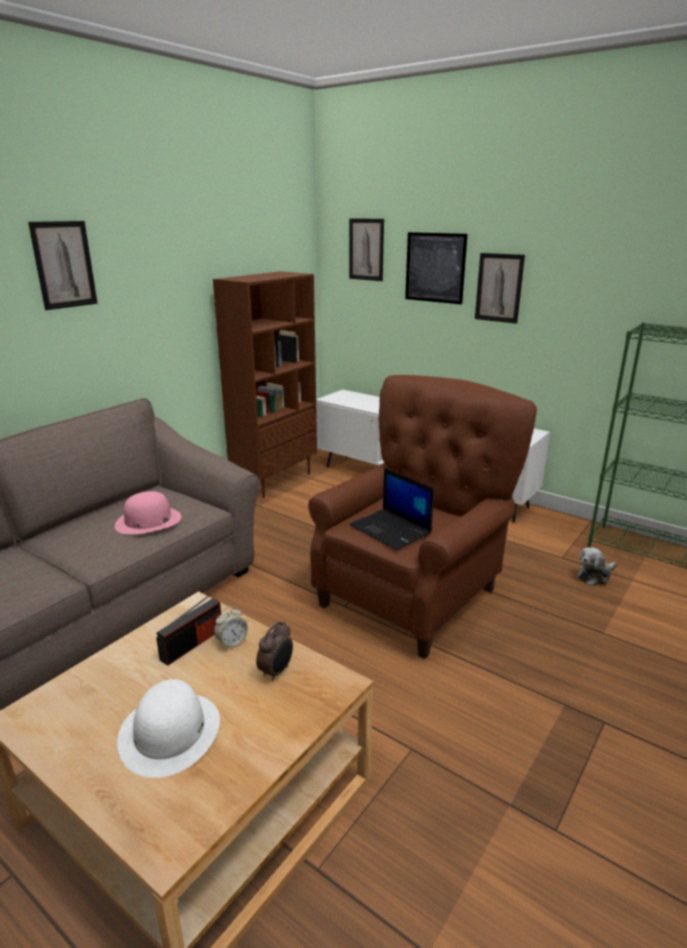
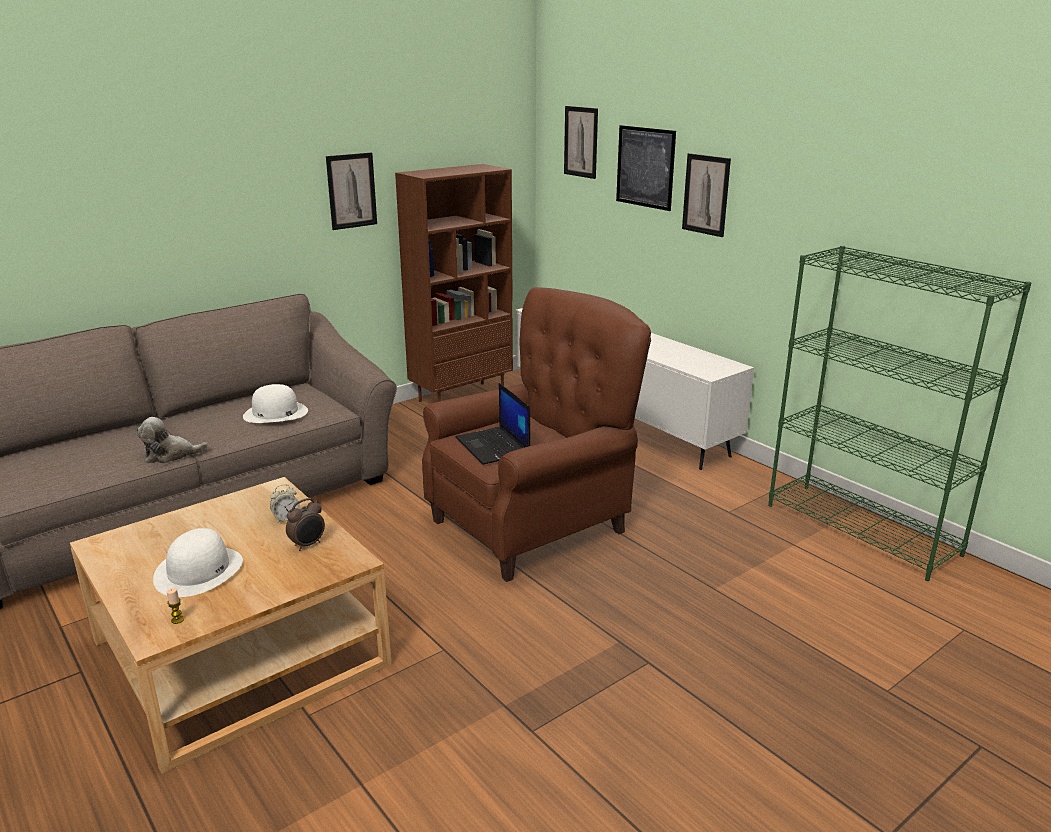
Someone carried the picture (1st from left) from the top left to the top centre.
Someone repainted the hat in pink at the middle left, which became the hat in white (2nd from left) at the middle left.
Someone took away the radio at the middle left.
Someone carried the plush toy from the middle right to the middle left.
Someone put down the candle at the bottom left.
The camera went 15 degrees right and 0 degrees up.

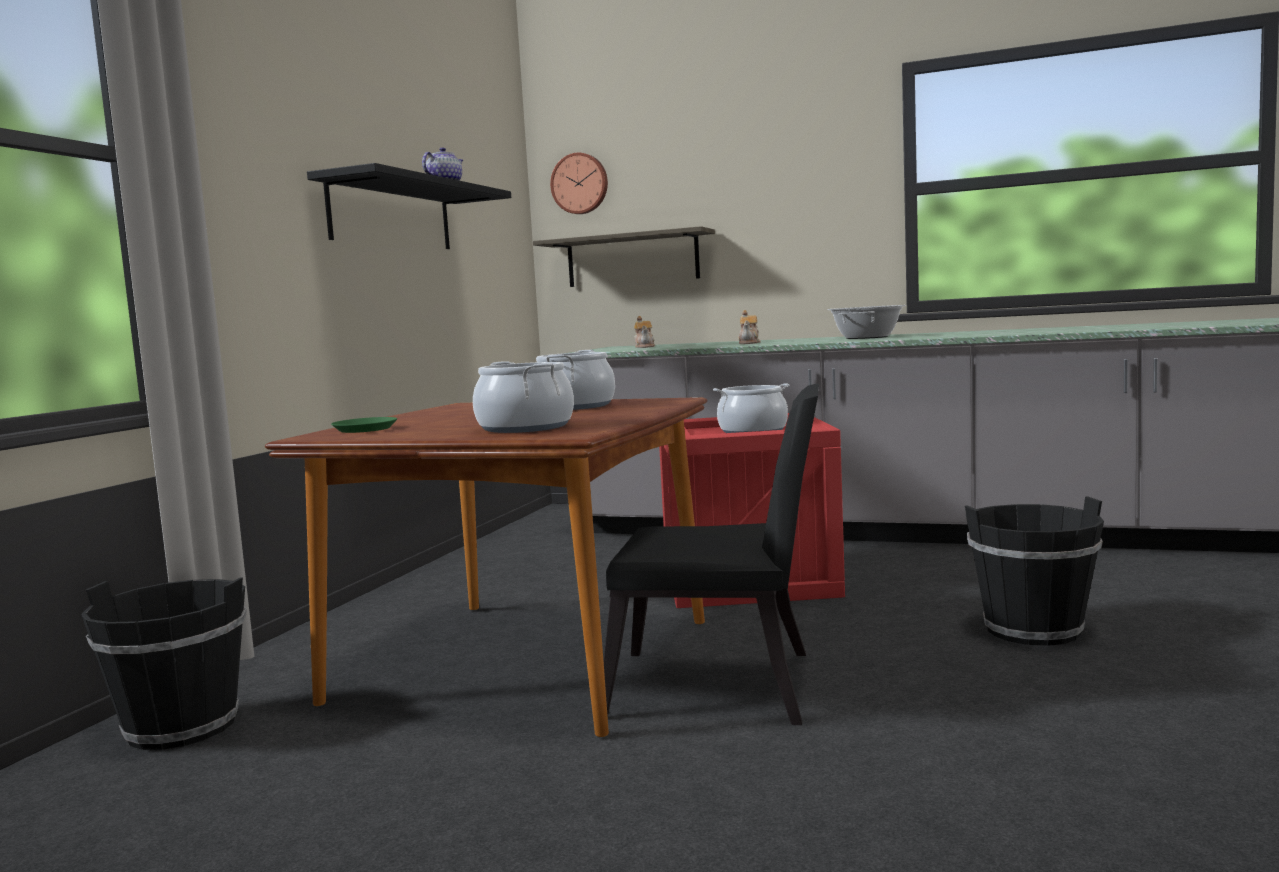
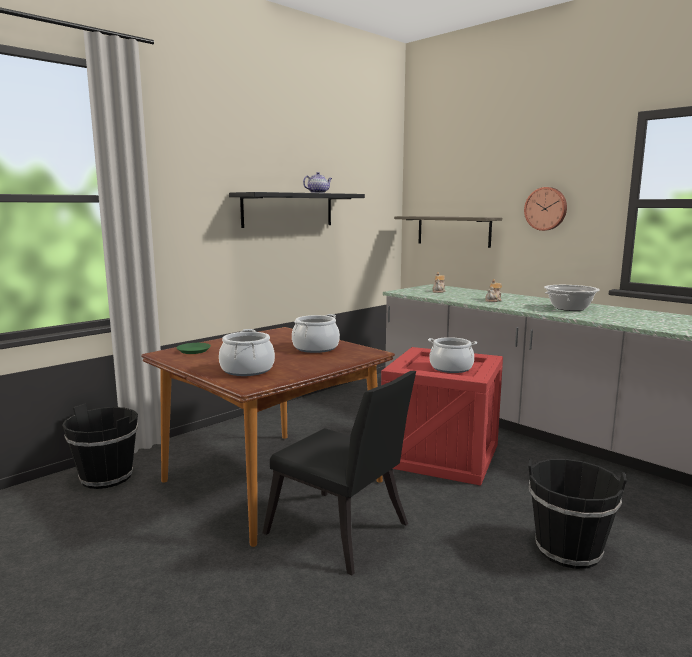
Someone carried the wall clock from the top centre to the top right.
The camera went 25 degrees right and 5 degrees up.

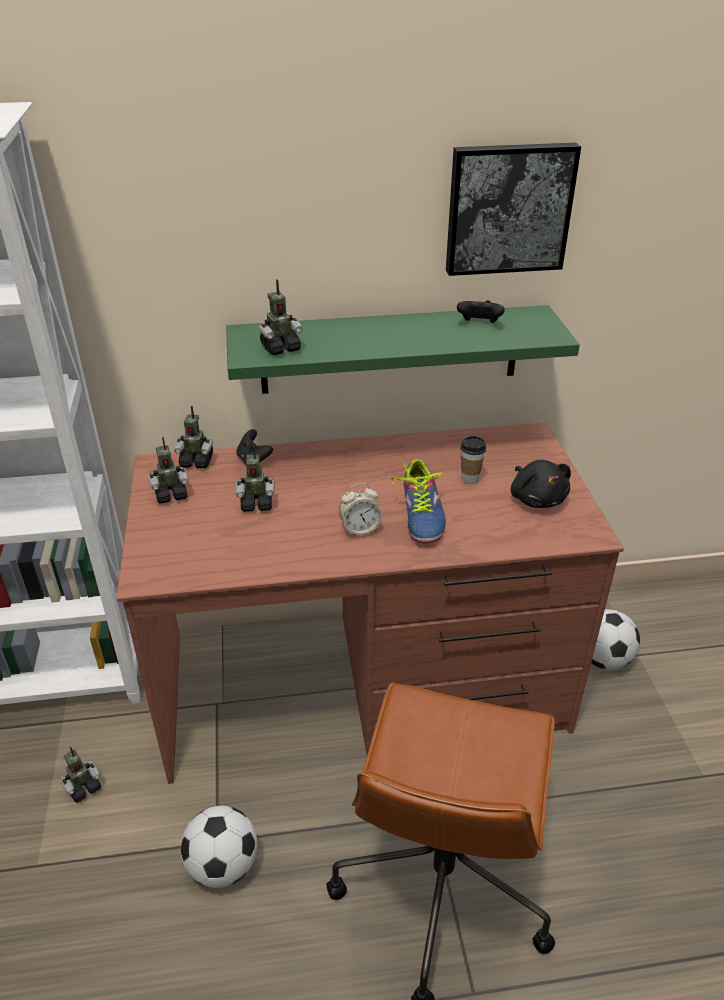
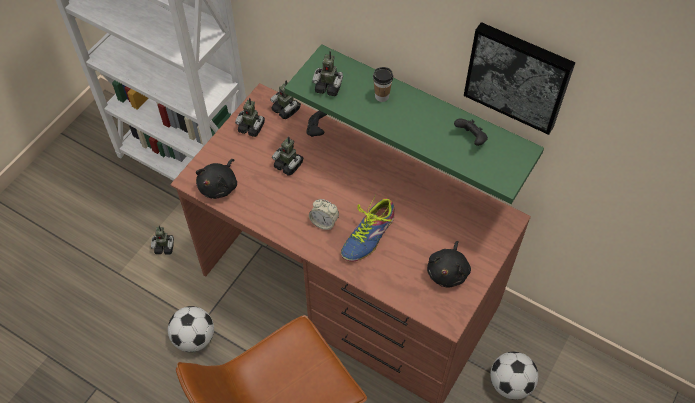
Someone carried the cup from the centre to the top centre.
Someone put down the plush toy in black (1st from left) at the middle left.
The camera went 40 degrees right and 20 degrees up.

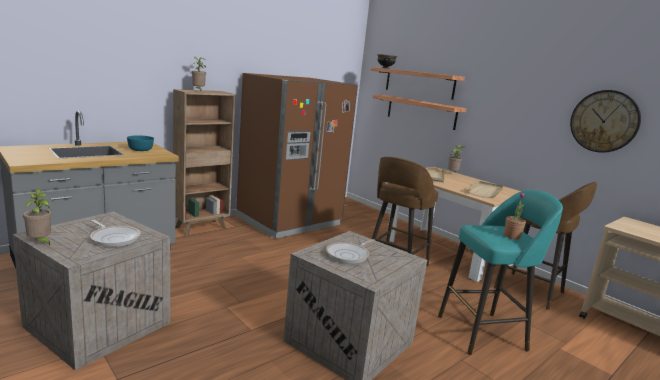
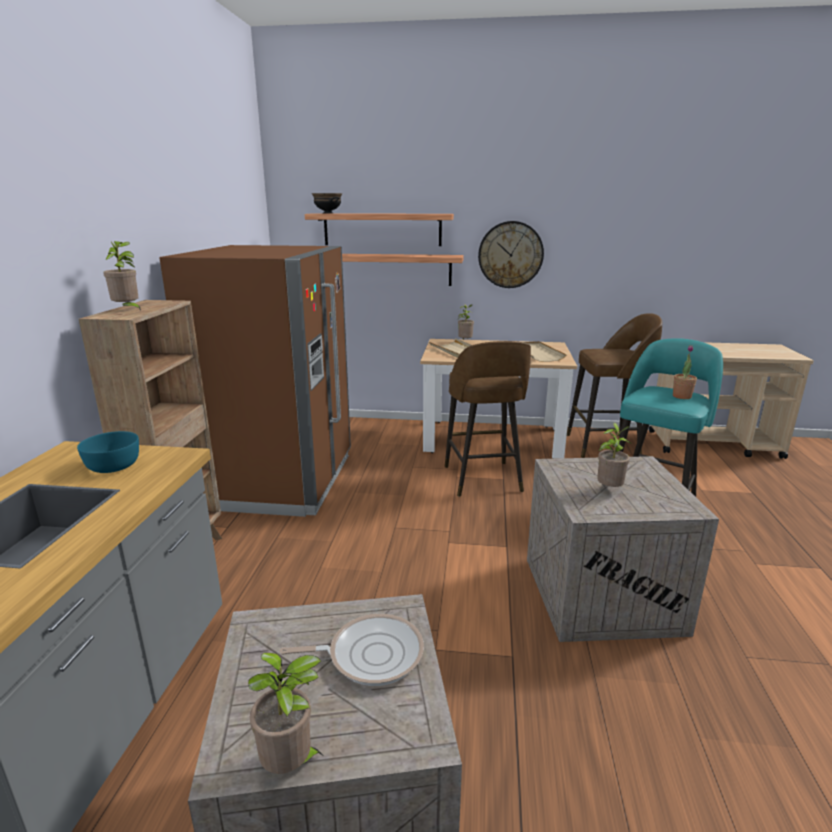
Someone swapped the frying pan (2nd from left) at the centre for the potted plant (4th from left) at the middle right.
Someone carried the wall clock from the top right to the top centre.
The camera went 40 degrees left and 5 degrees up.

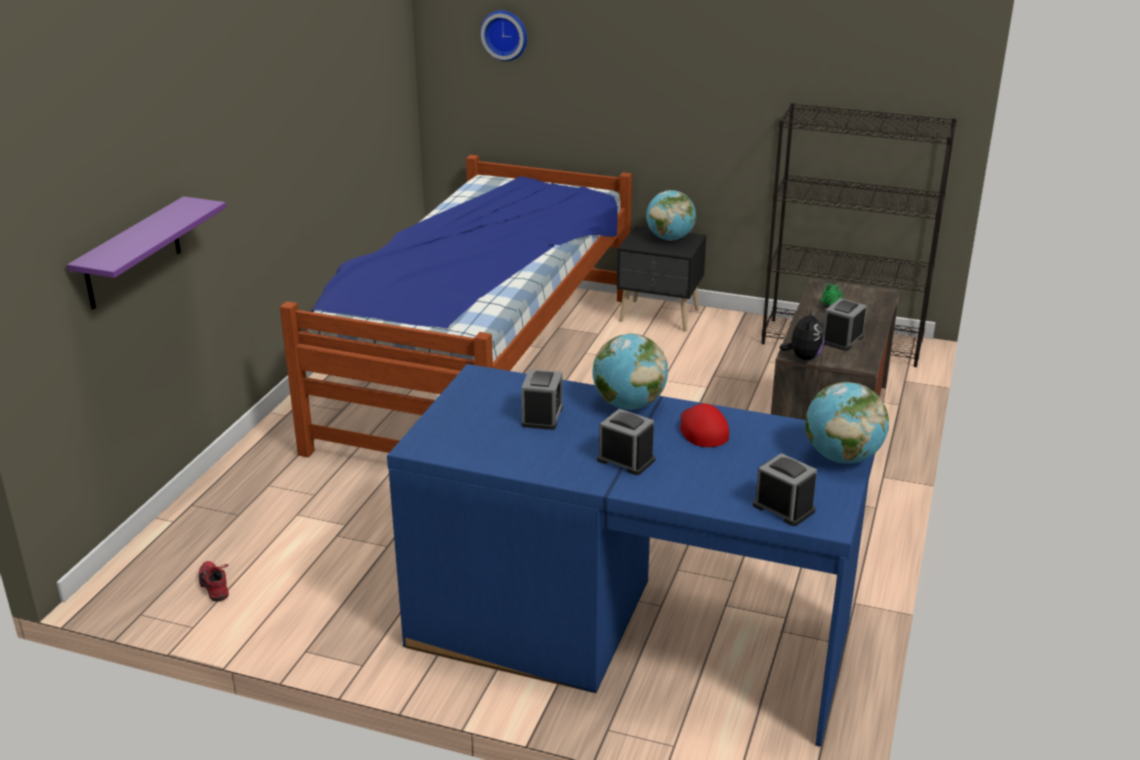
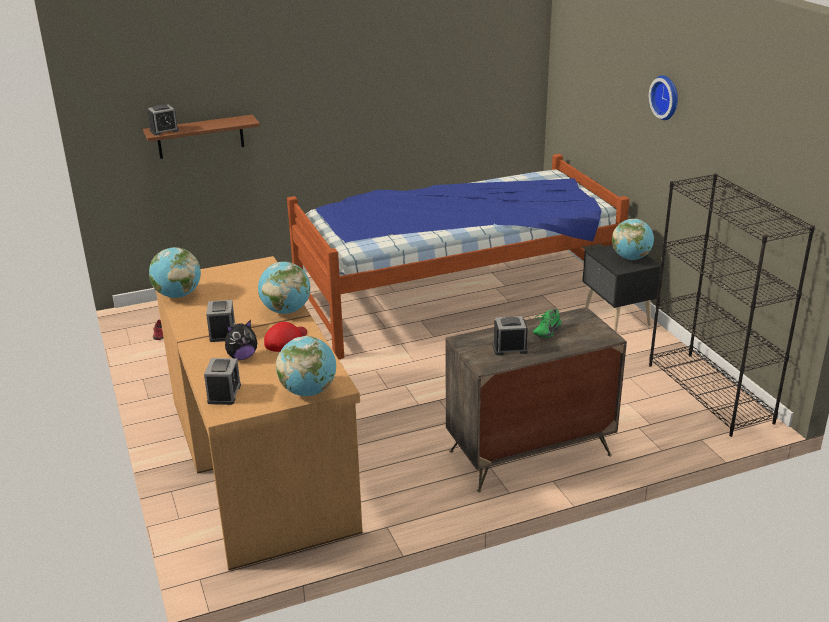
Someone repainted the shelf in purple at the top left, which became the shelf in brown at the top left.
Someone repainted the desk in blue at the bottom centre, which became the desk in brown at the middle left.
Someone carried the wall clock from the top centre to the top right.
Someone carried the alarm clock (1st from left) from the centre to the top left.
Someone carried the plush toy from the middle right to the middle left.
Someone put down the globe (1st from left) at the middle left.
The camera went 50 degrees right and 0 degrees up.

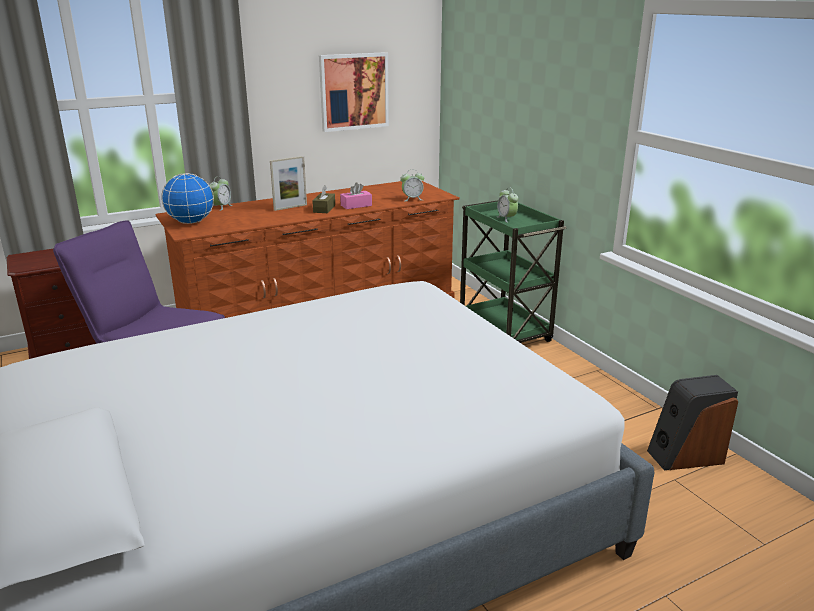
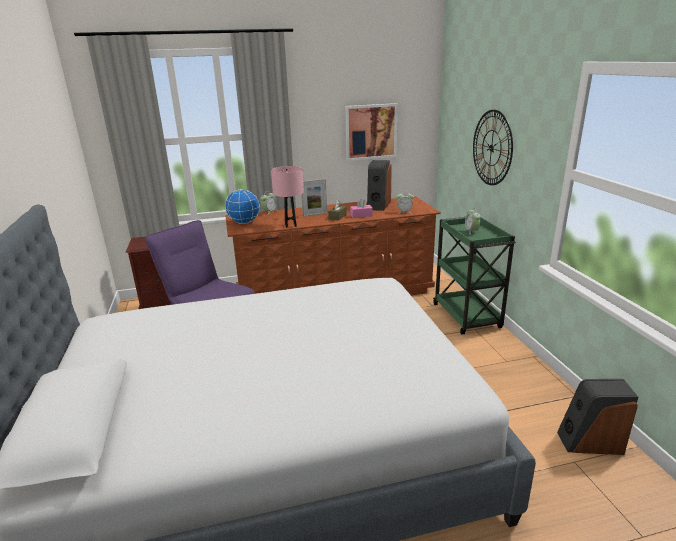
Someone put down the table lamp in pink at the centre.
Someone put down the speaker (1st from left) at the centre.
Someone put up the wall clock at the top right.
The camera went 15 degrees right and 0 degrees up.

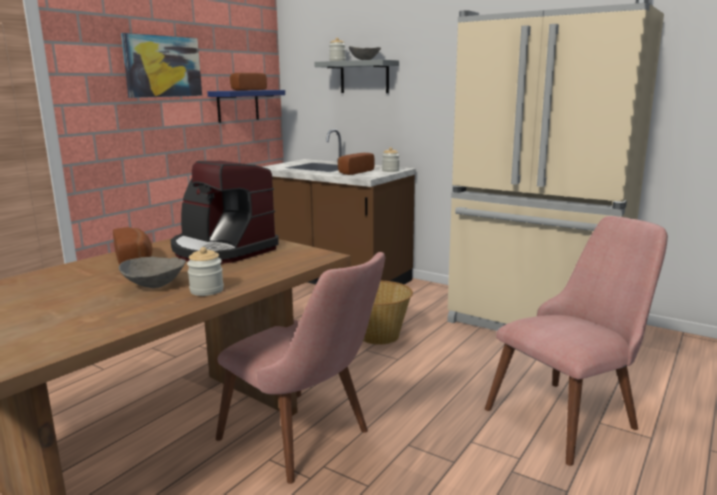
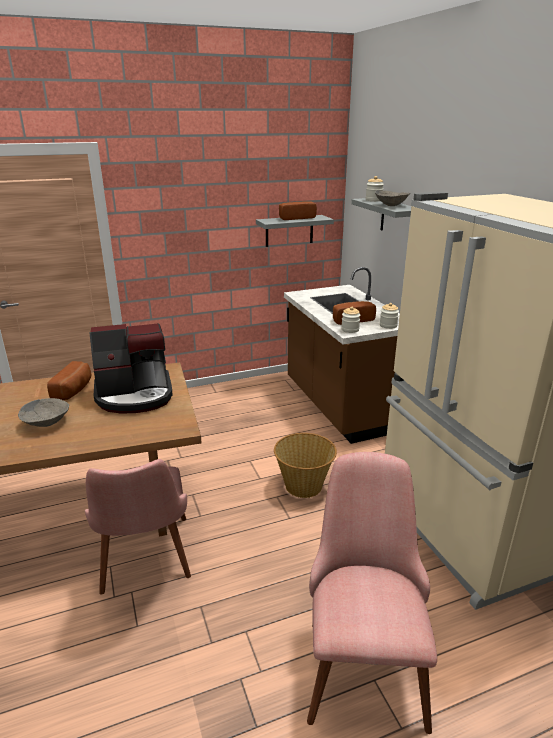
Someone took away the picture at the top left.
Someone rotated the coffee machine at the middle left by 90 degrees counterclockwise.
Someone carried the jar (1st from left) from the middle left to the centre.
Someone repainted the shelf in blue at the top centre, which became the shelf in grey (1st from left) at the top centre.
Someone rotated the chair in pink (2nd from left) at the bottom right by 90 degrees counterclockwise.
The camera went 35 degrees right and 10 degrees up.

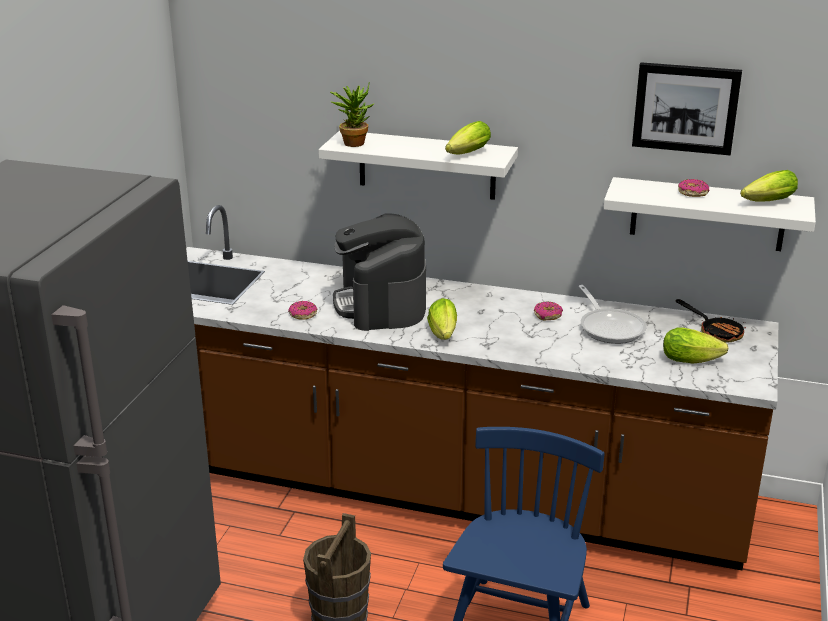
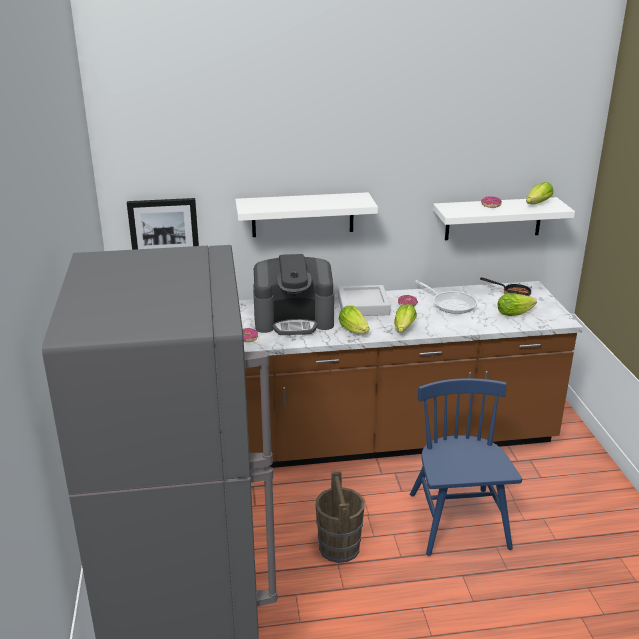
Someone took away the potted plant at the top centre.
Someone rotated the coffee machine at the centre by 60 degrees counterclockwise.
Someone carried the lettuce (2nd from left) from the top centre to the centre.
Someone carried the picture from the top right to the middle left.
Someone put down the tray in grey at the centre.
The camera went 25 degrees left and 0 degrees up.

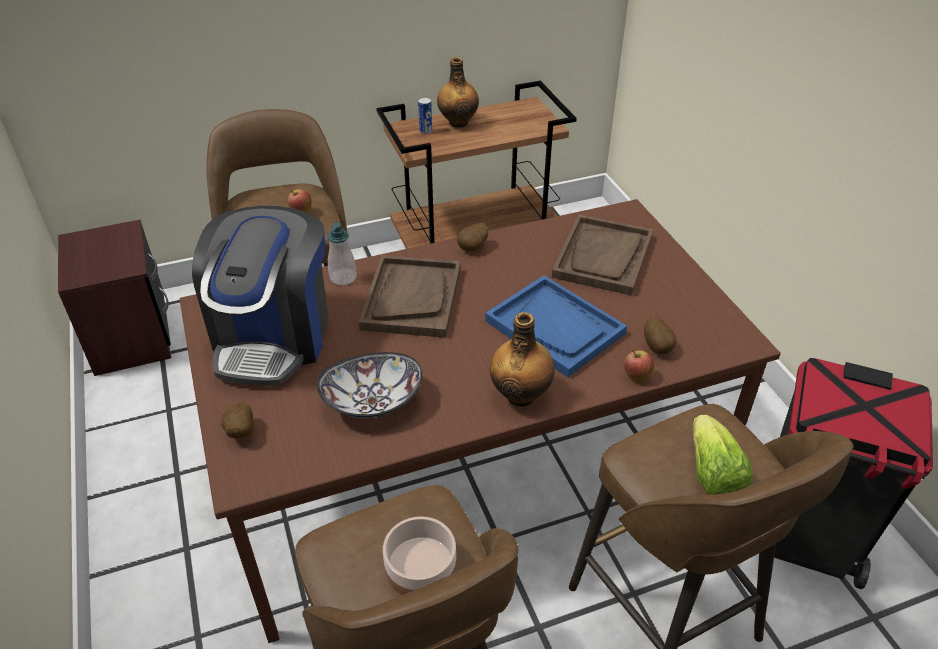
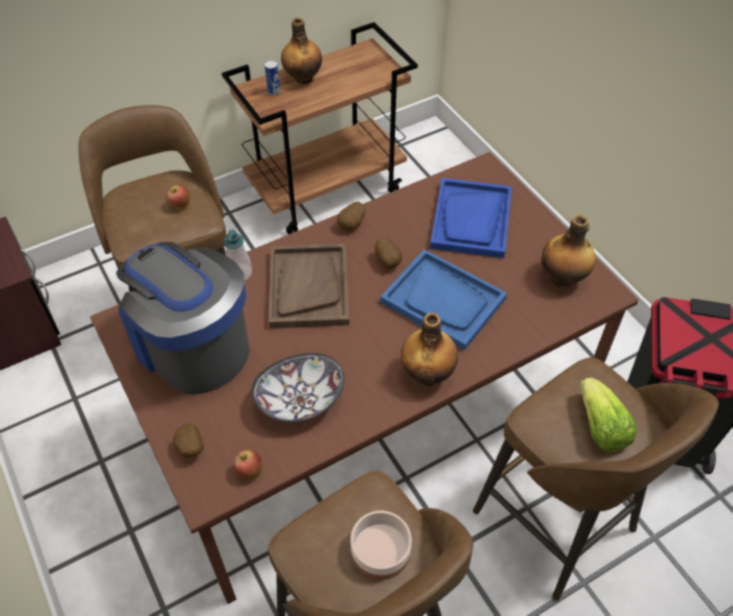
Someone rotated the coffee machine at the middle left by 135 degrees clockwise.
Someone repainted the tray in brown (2nd from left) at the centre, which became the tray in blue (2nd from left) at the centre.
Someone carried the apple (2nd from left) from the middle right to the bottom centre.
Someone carried the potato (3rd from left) from the middle right to the centre.
Someone put down the bottle (3rd from left) at the middle right.
The camera went 10 degrees left and 10 degrees up.

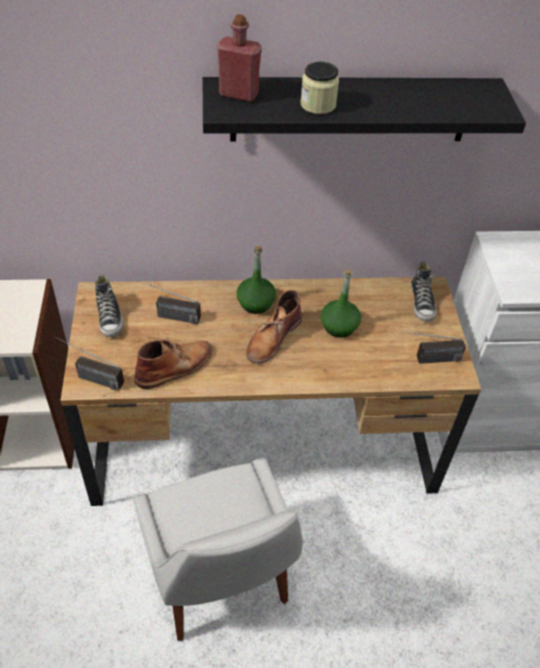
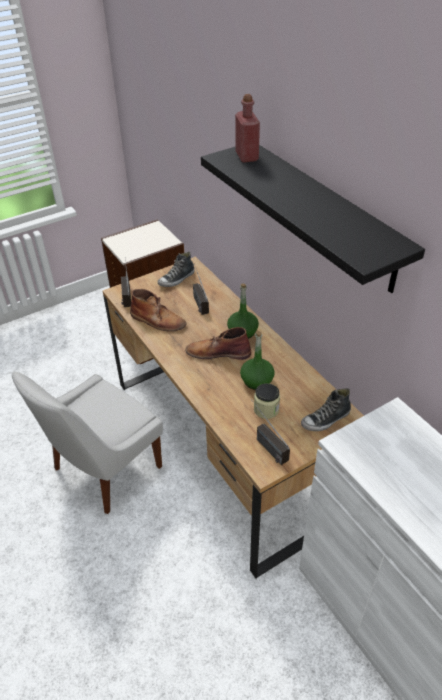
Someone carried the jar from the top centre to the centre.
The camera went 65 degrees right and 5 degrees down.

